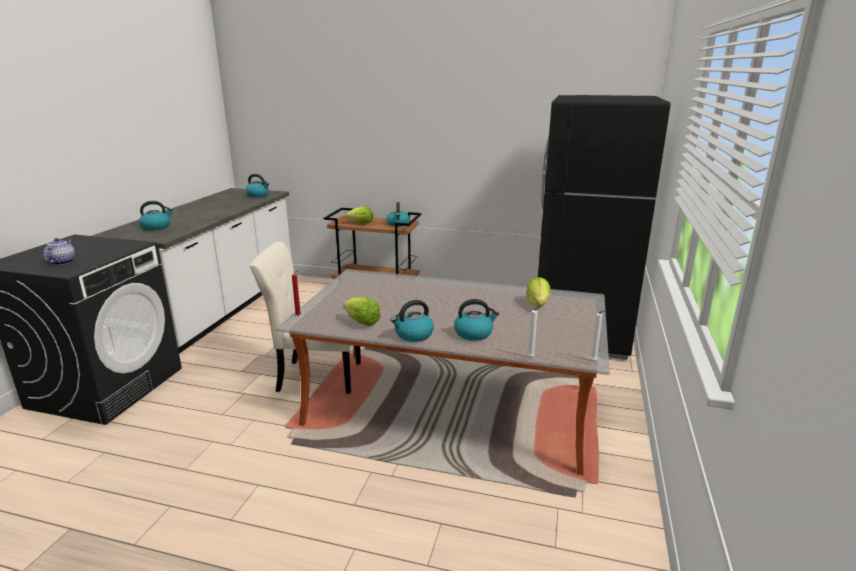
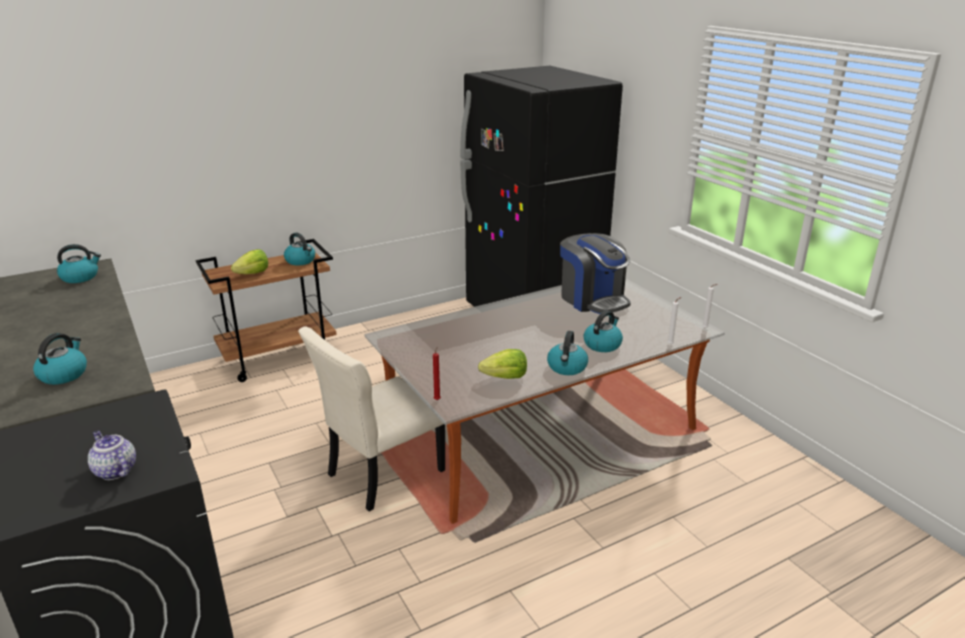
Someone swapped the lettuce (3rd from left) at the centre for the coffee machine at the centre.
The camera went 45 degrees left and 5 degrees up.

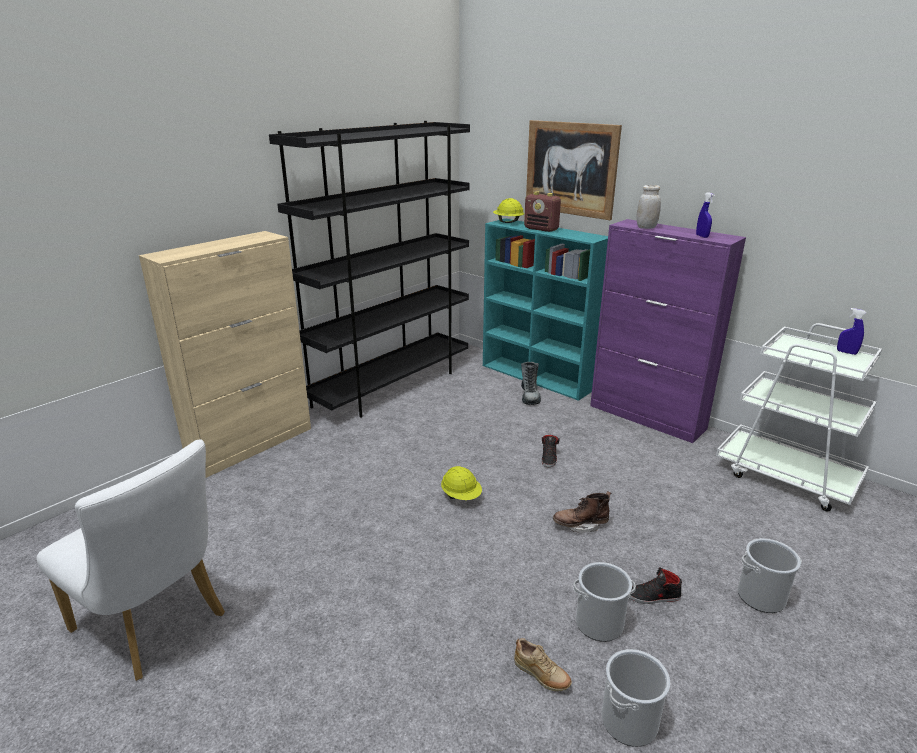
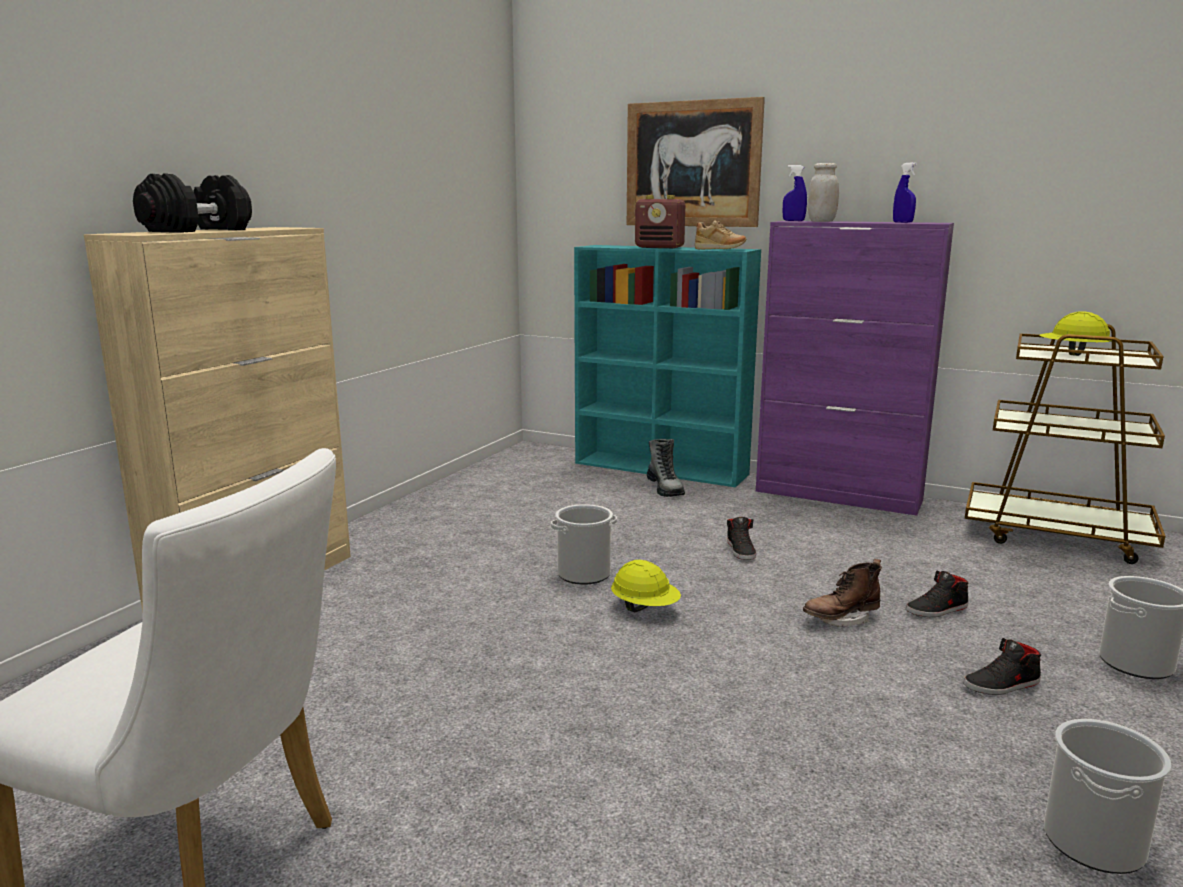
Someone took away the bookcase in black at the centre.
Someone carried the hard hat in yellow (2nd from left) from the top centre to the middle right.
Someone carried the shoe in beige from the bottom centre to the top centre.
Someone carried the bucket (1st from left) from the bottom centre to the centre.
Someone repainted the cart in white at the middle right, which became the cart in brown at the middle right.
Someone carried the spray bottle in blue (2nd from left in the first image) from the middle right to the top right.
Someone put down the dumbbell in black at the top left.
Someone put down the shoe in black (2nd from left) at the bottom right.
The camera went 15 degrees left and 10 degrees down.

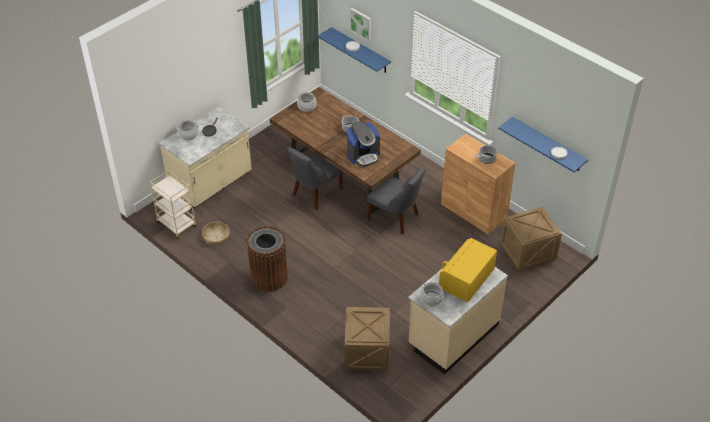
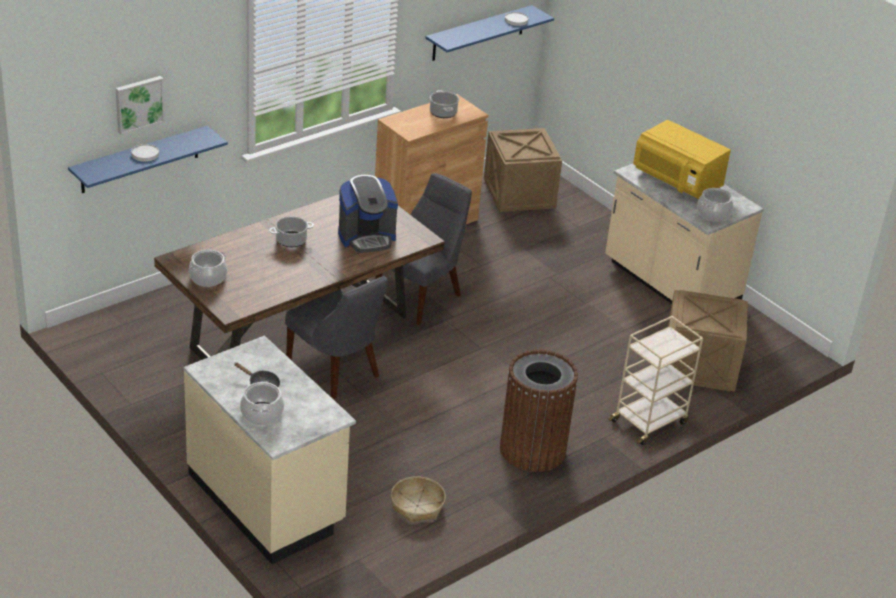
Someone carried the cart in beige from the middle left to the middle right.
Someone rotated the coffee machine at the centre by 90 degrees clockwise.
The camera went 85 degrees left and 10 degrees down.

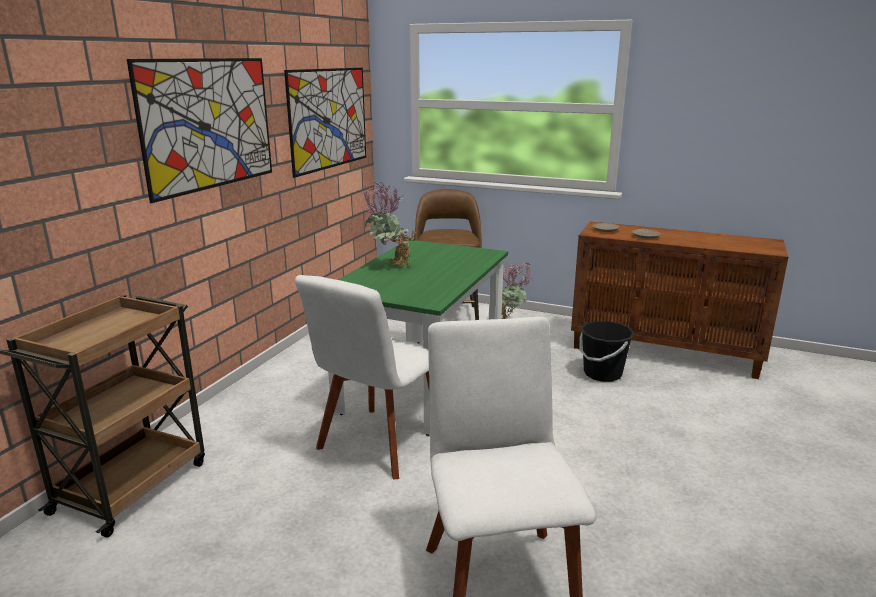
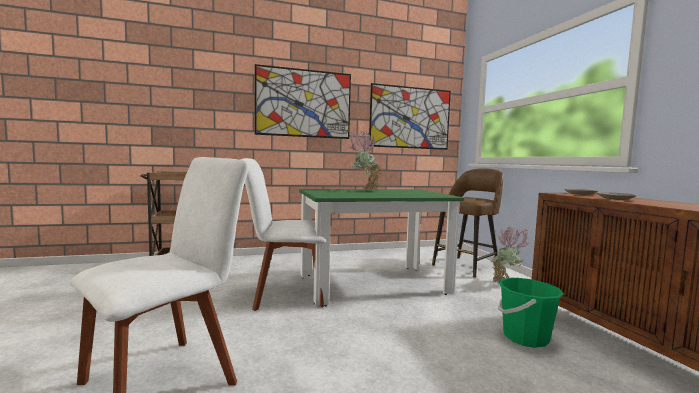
Someone repainted the bucket in black at the middle right, which became the bucket in green at the bottom right.
The camera went 50 degrees right and 15 degrees down.

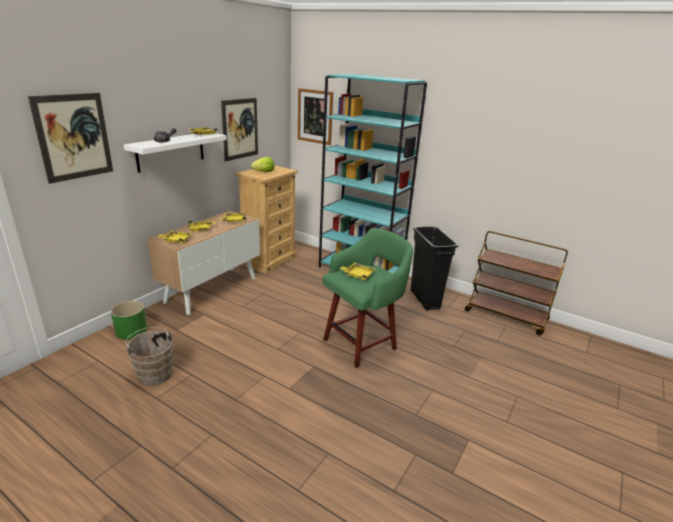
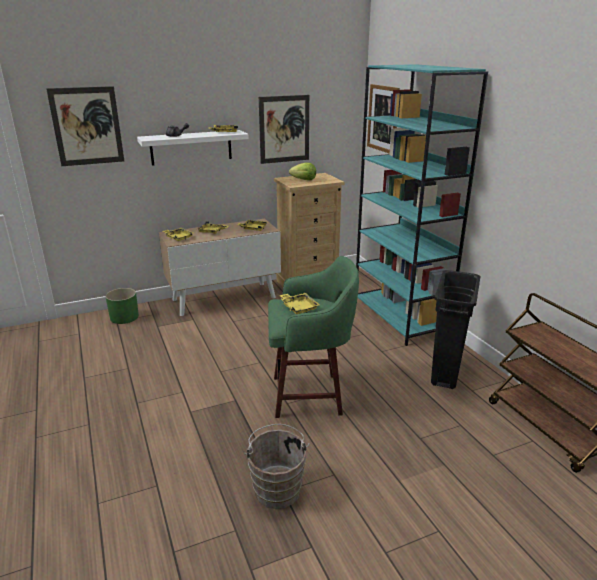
Someone carried the bucket in brown from the bottom left to the bottom centre.
The camera went 35 degrees right and 0 degrees up.

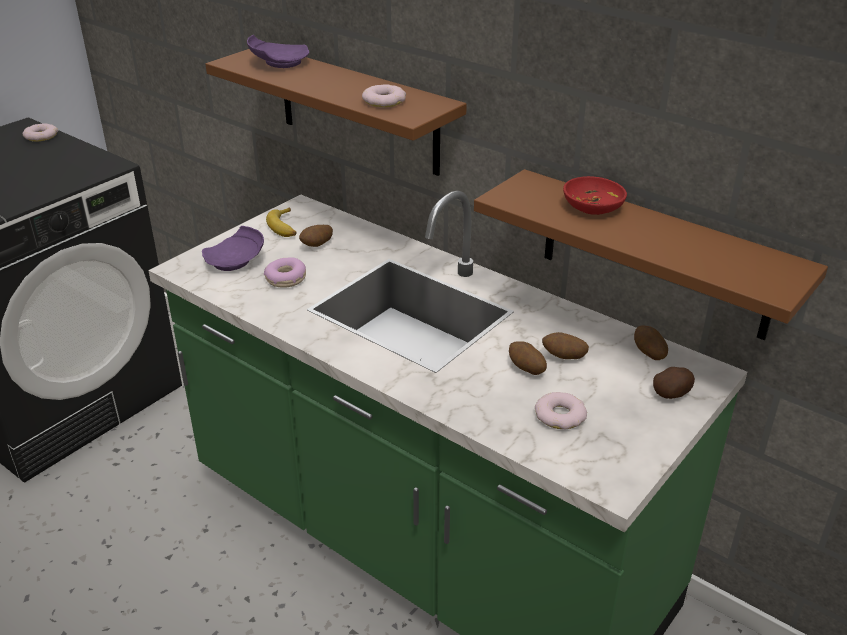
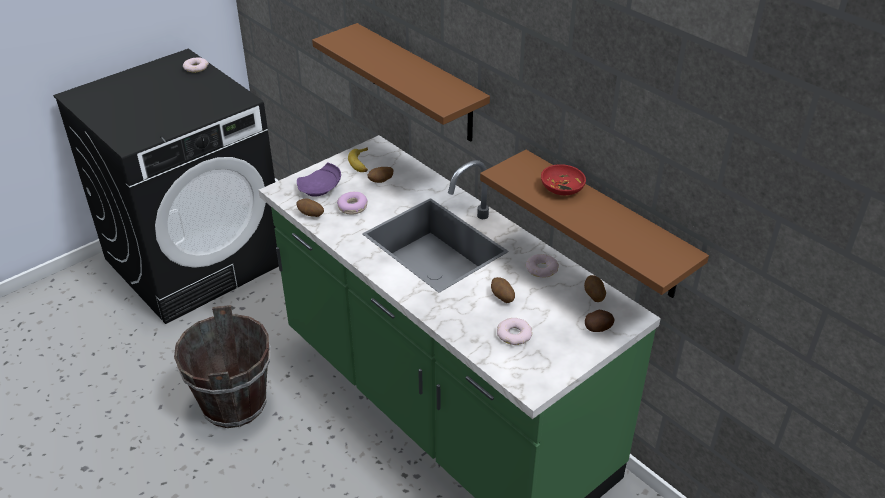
Someone took away the plate in purple (2nd from left) at the top left.
Someone carried the donut (3rd from left in the first image) from the top centre to the centre.
Someone carried the potato (3rd from left in the first image) from the middle right to the centre.
Someone put down the bucket in brown at the bottom left.
The camera went 10 degrees right and 5 degrees up.

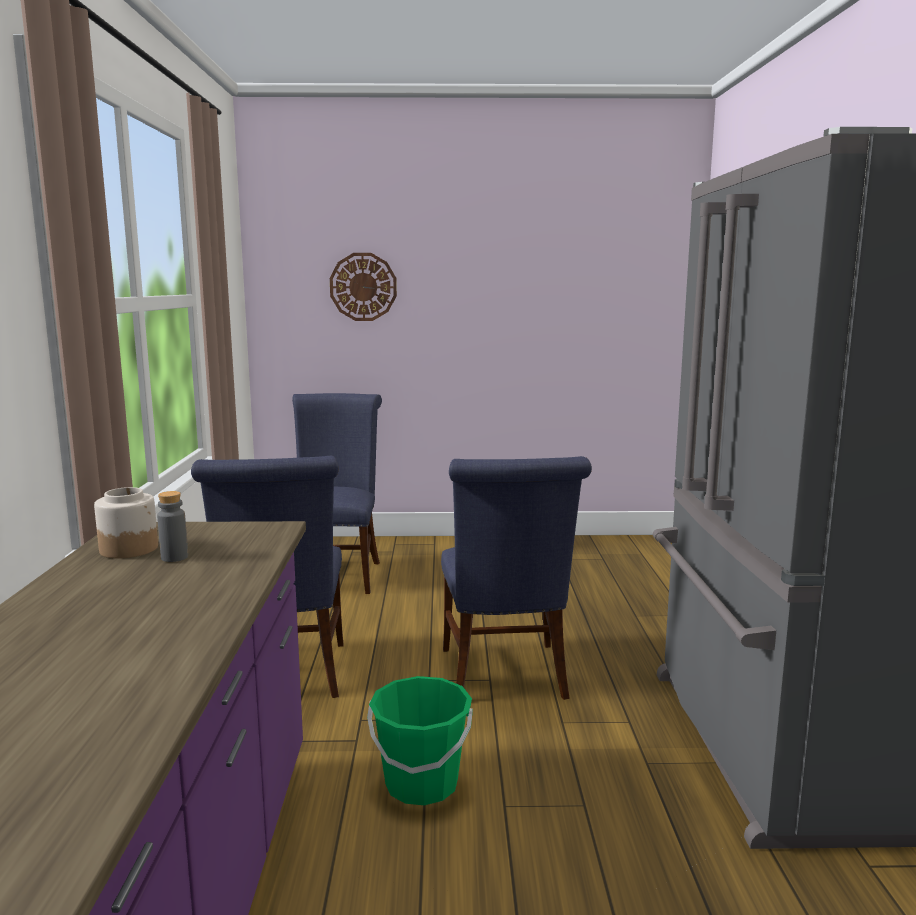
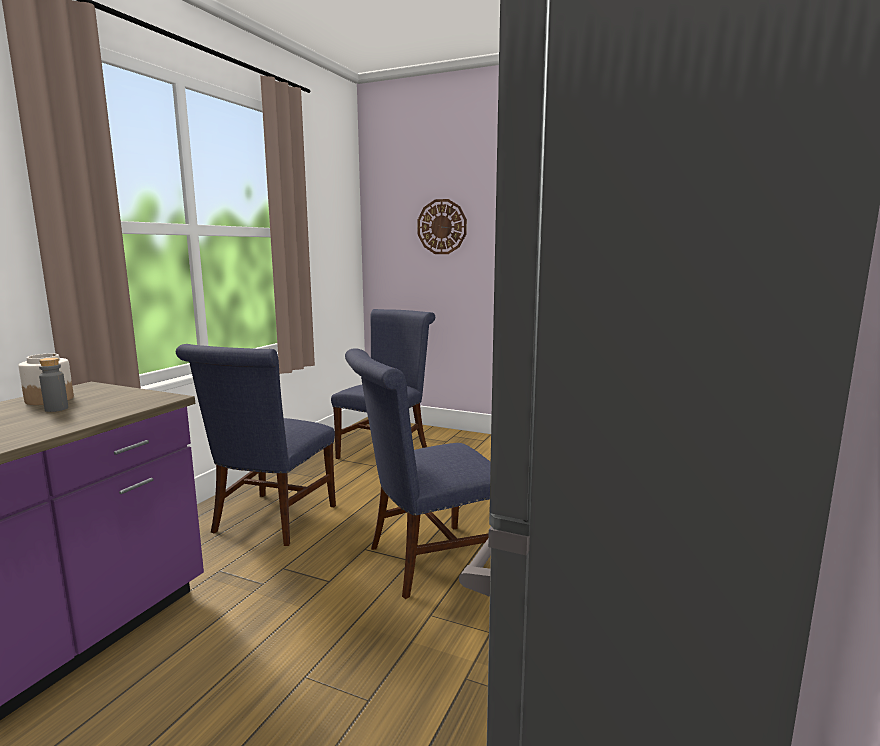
Someone took away the bucket in green at the bottom centre.
Someone rotated the chair in blue (3rd from left) at the centre by 45 degrees clockwise.
The camera went 25 degrees right and 0 degrees up.

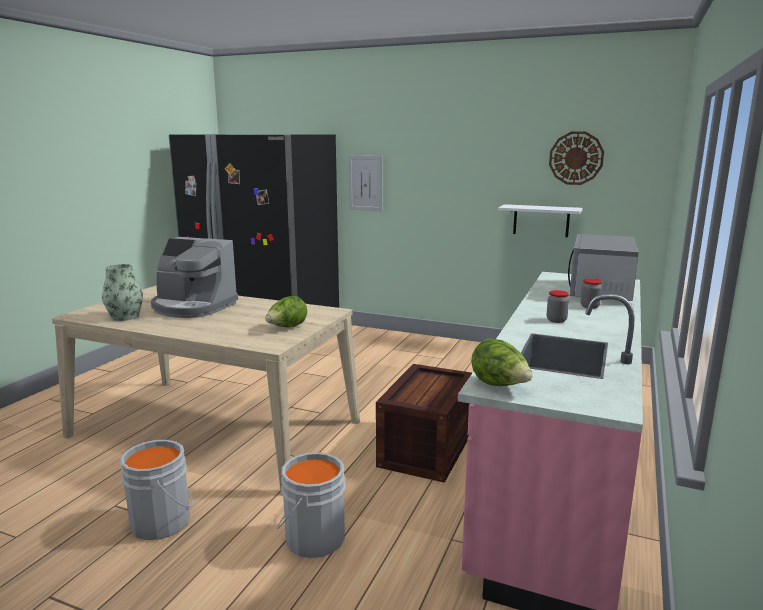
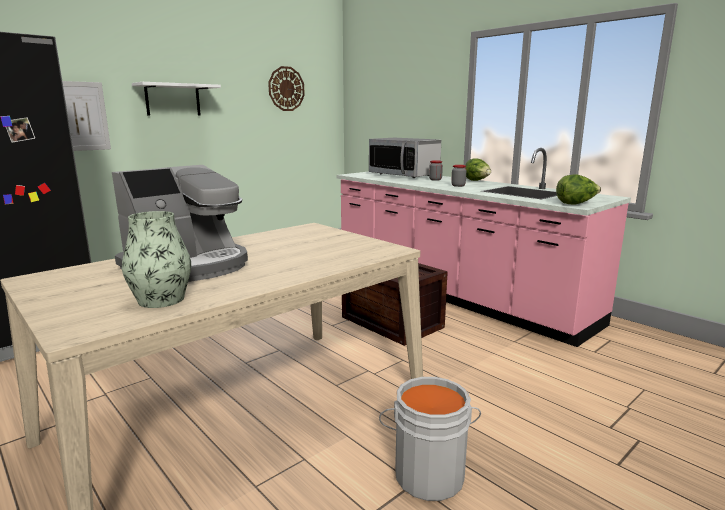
Someone carried the lettuce (1st from left) from the centre to the top centre.
Someone took away the bucket in grey (2nd from left) at the bottom centre.
Someone carried the shelf in white from the middle right to the top left.
The camera went 65 degrees left and 0 degrees up.

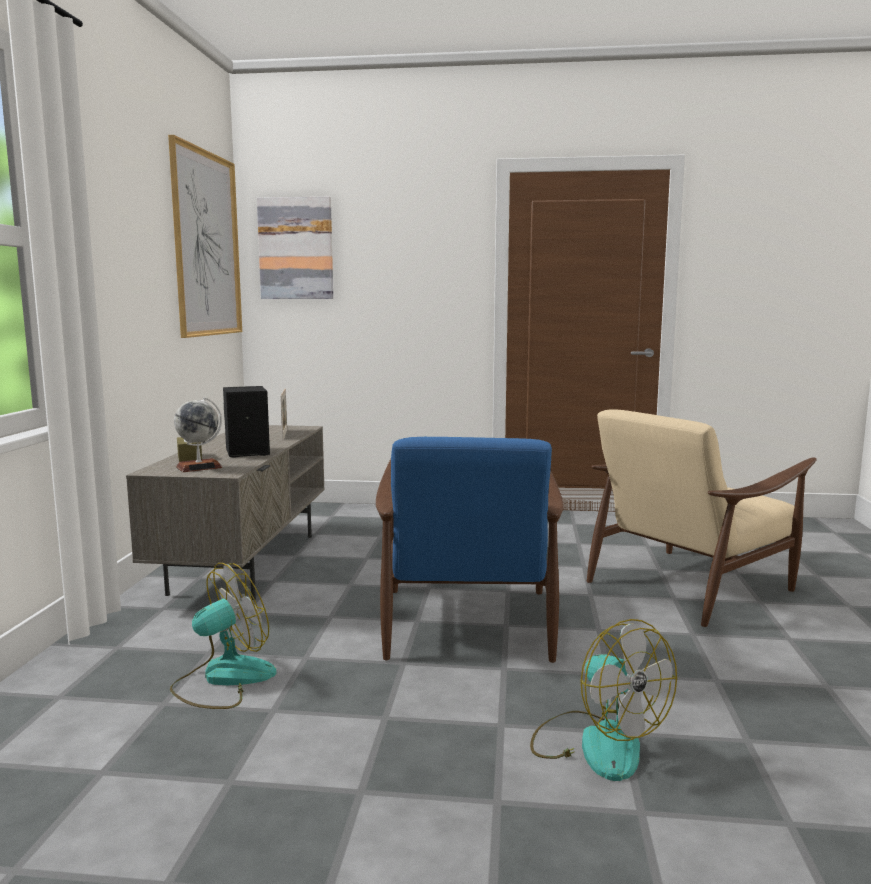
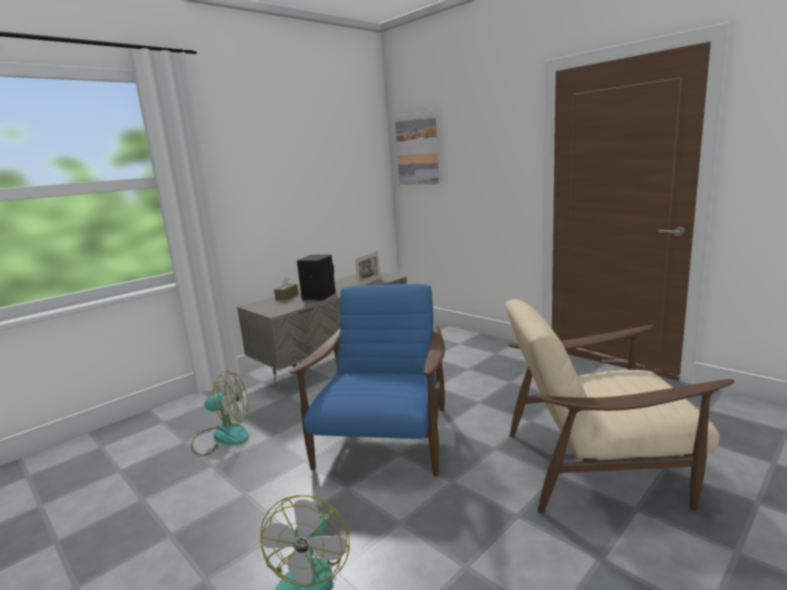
Someone took away the picture (1st from left) at the top left.
Someone took away the globe at the middle left.
Someone rotated the armchair in blue at the centre by 150 degrees clockwise.
The camera went 40 degrees right and 5 degrees up.

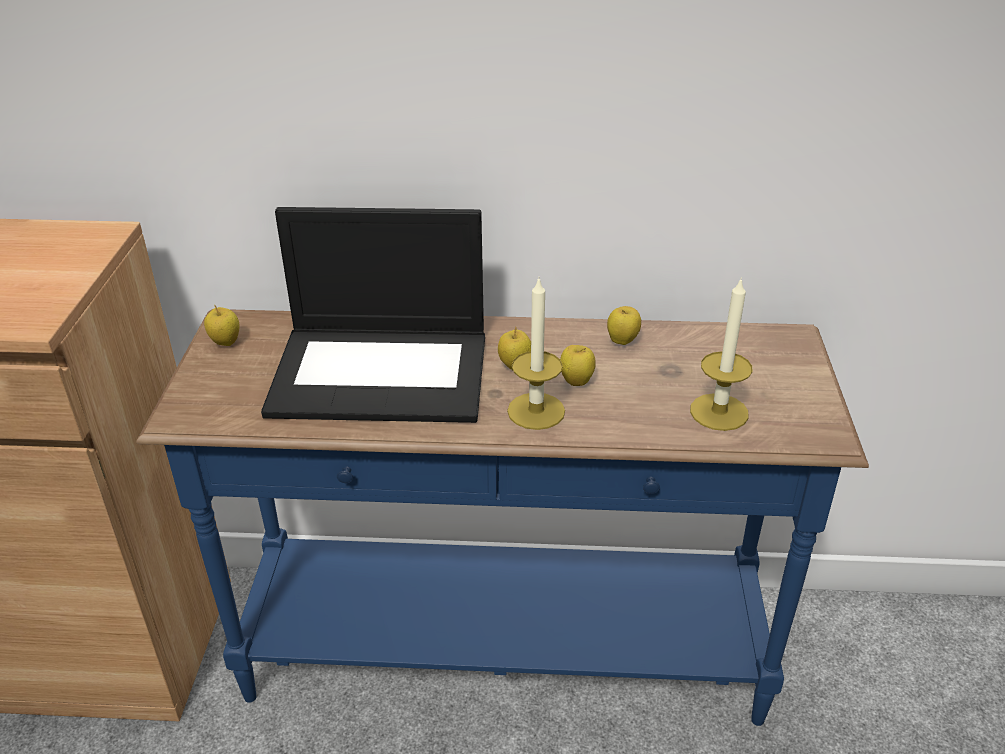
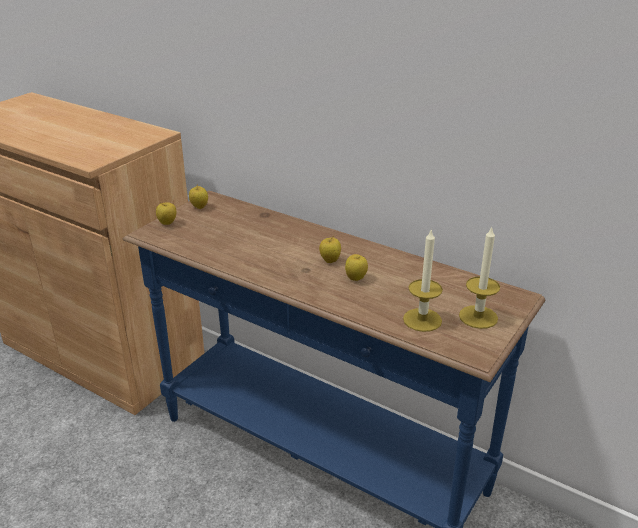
Someone took away the laptop at the centre.
Someone carried the candle (1st from left in the first image) from the centre to the middle right.
Someone carried the apple (4th from left in the first image) from the centre to the middle left.
The camera went 30 degrees right and 5 degrees down.

